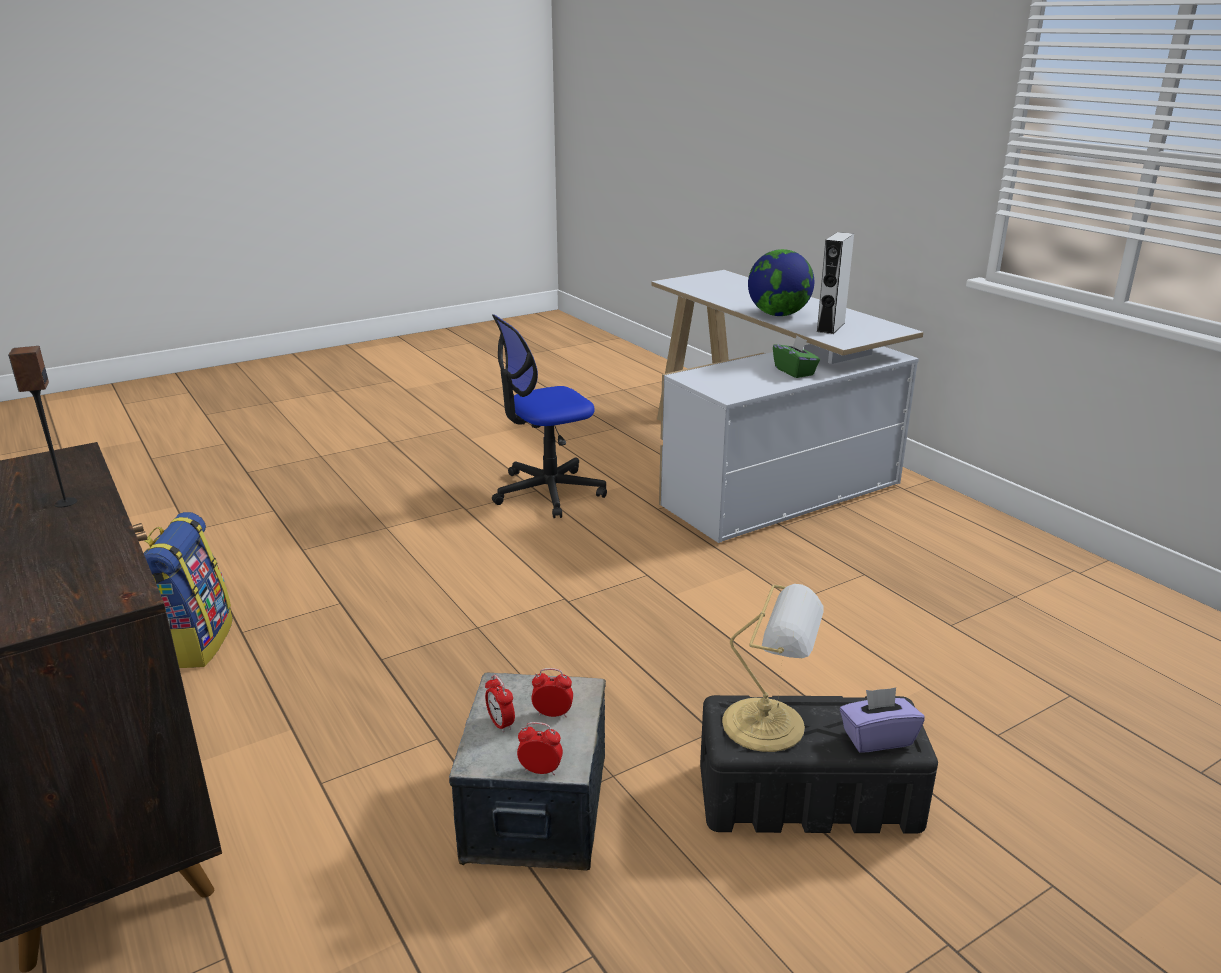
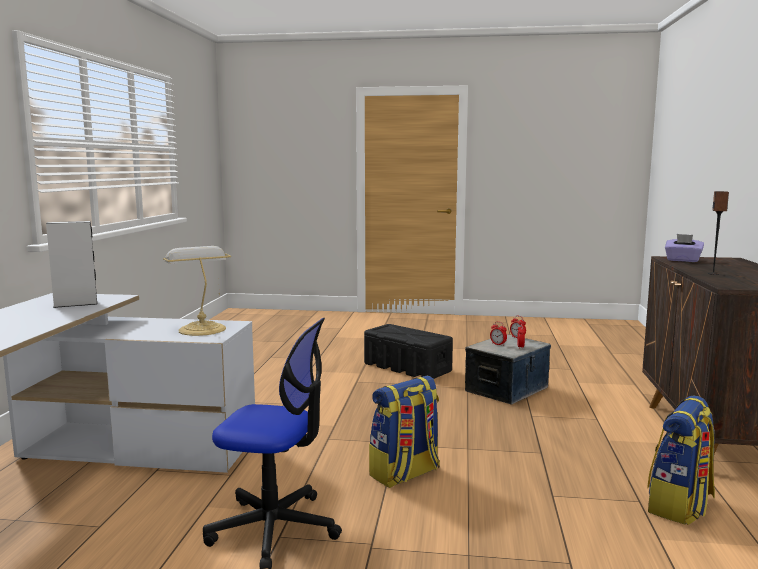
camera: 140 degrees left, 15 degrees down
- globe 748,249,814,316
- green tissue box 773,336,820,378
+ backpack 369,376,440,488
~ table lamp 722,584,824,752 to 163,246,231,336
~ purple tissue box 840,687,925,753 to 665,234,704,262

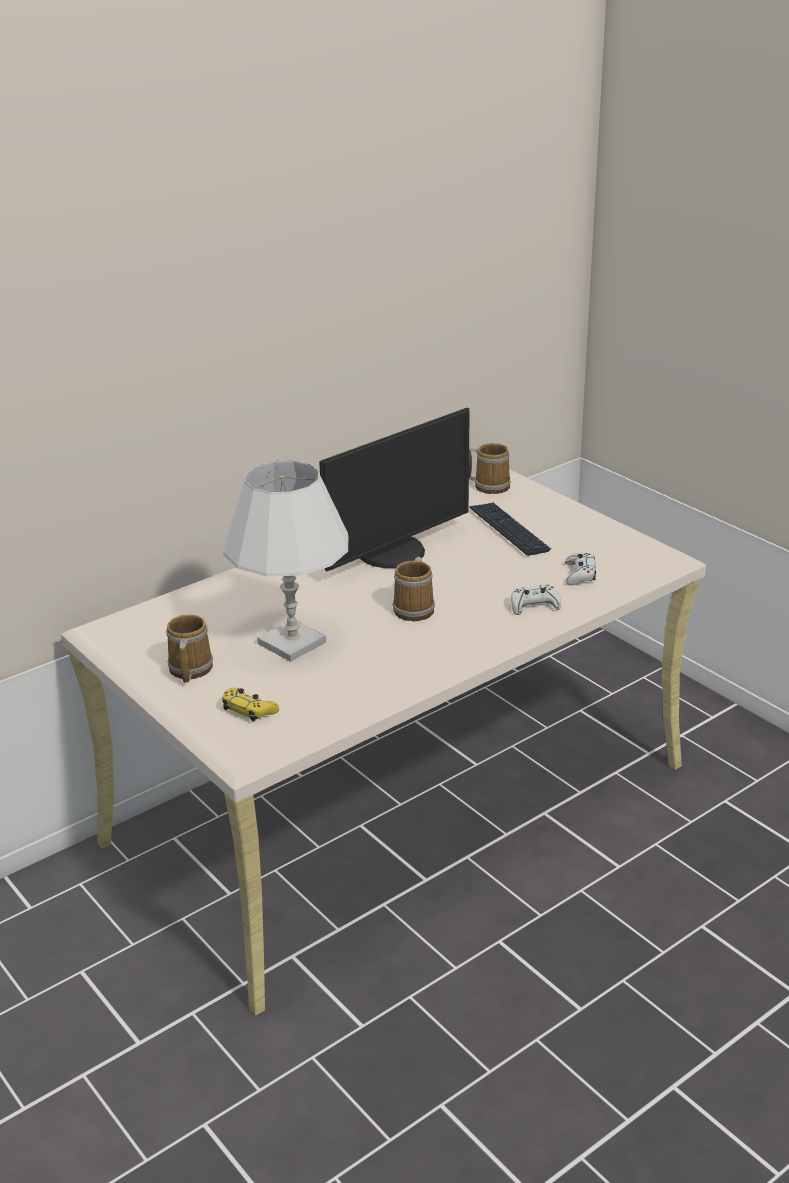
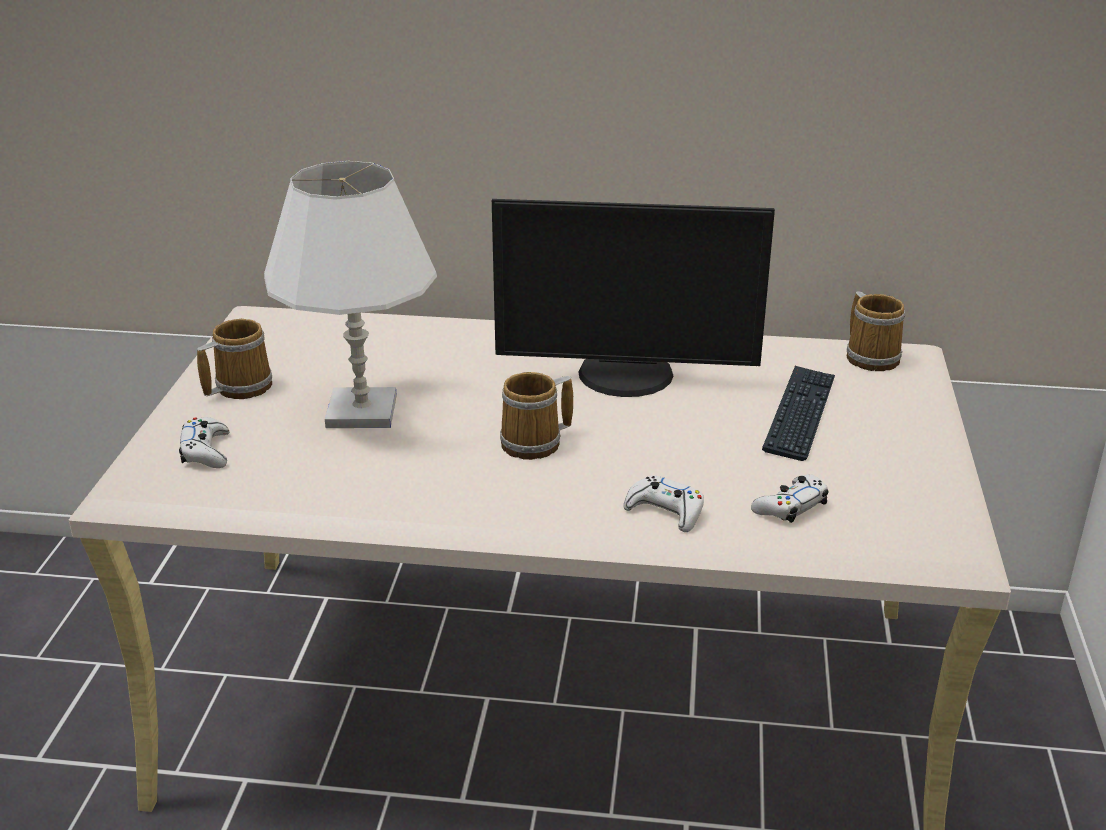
camera: 45 degrees right, 0 degrees up
~ yellow game controller 222,687,279,722 to white game controller 179,417,230,468

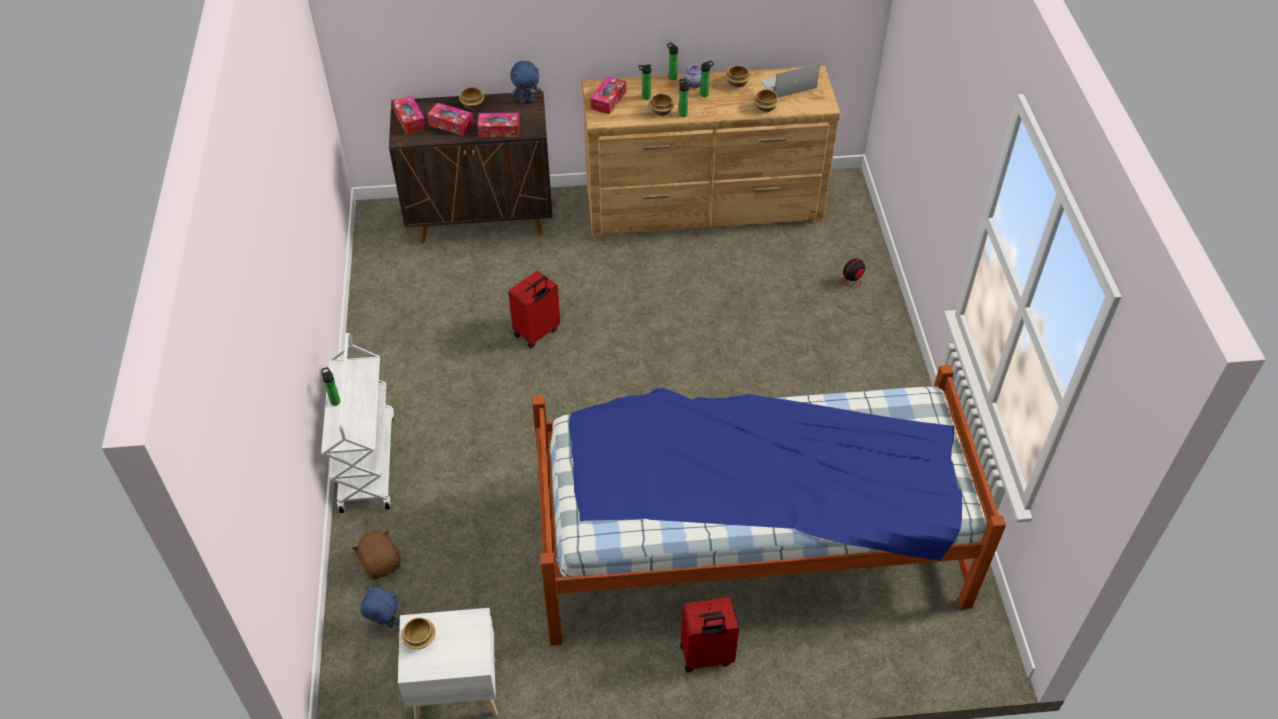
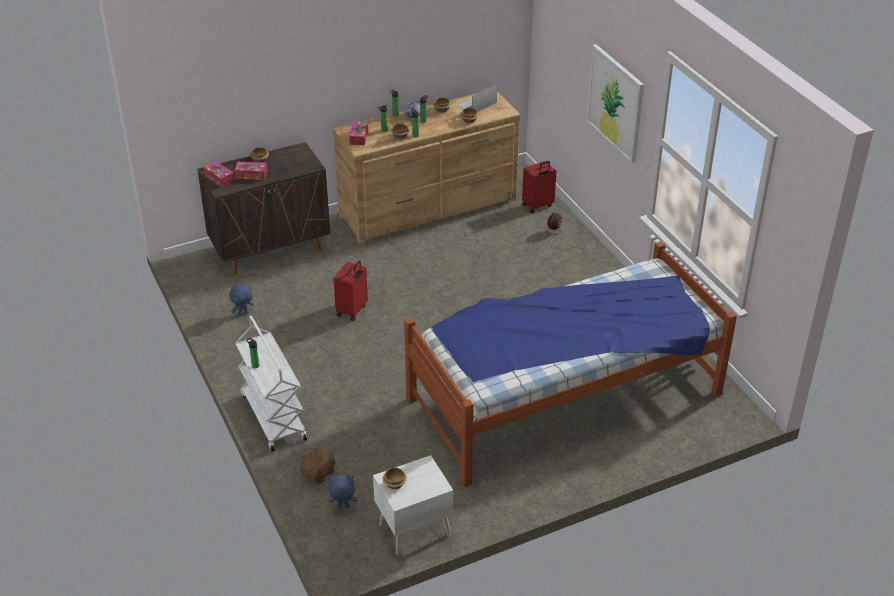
camera: 20 degrees left, 10 degrees down
- tissue box 478,113,520,137
+ picture 586,44,644,163
~ blue plush toy 510,61,542,104 to 229,284,254,316
~ red suitcase 680,597,739,672 to 522,161,557,213
~ brown plush toy 352,530,400,580 = 300,446,336,483 90 degrees clockwise

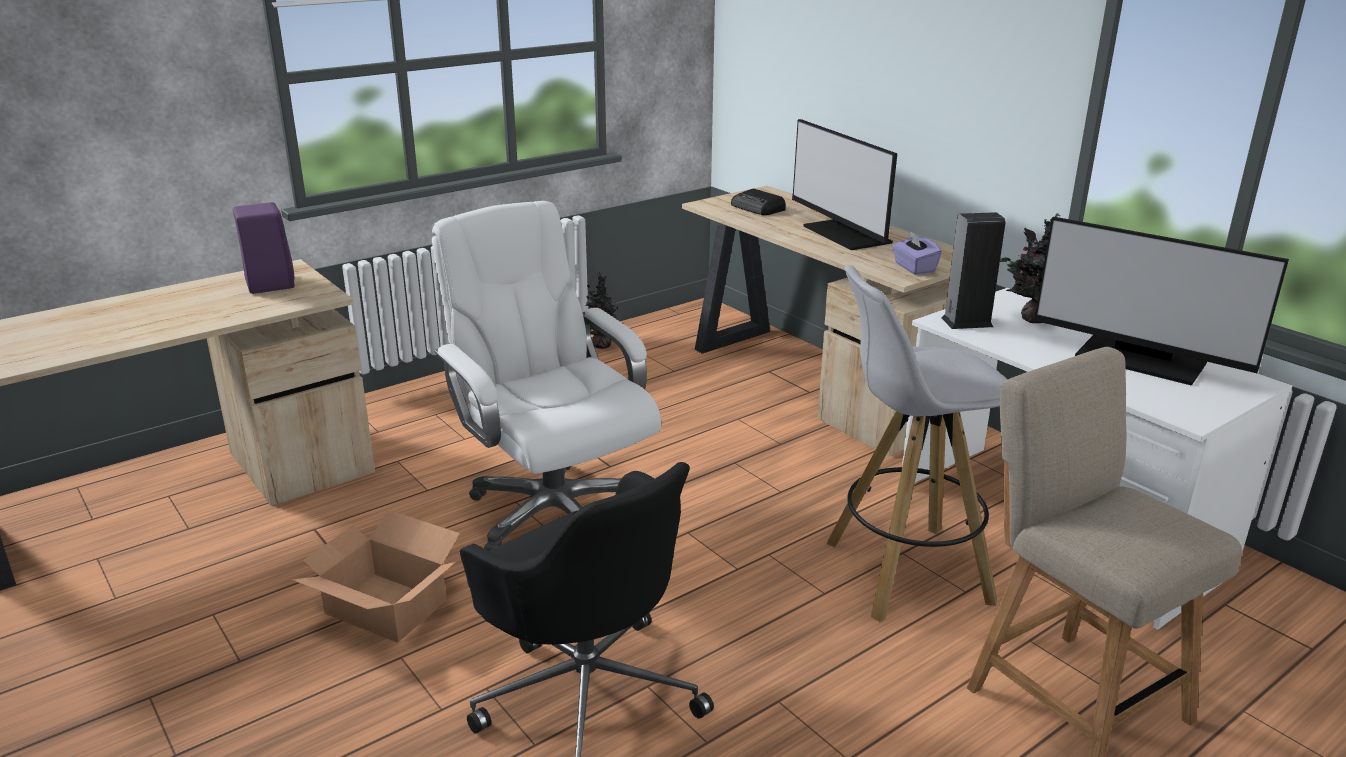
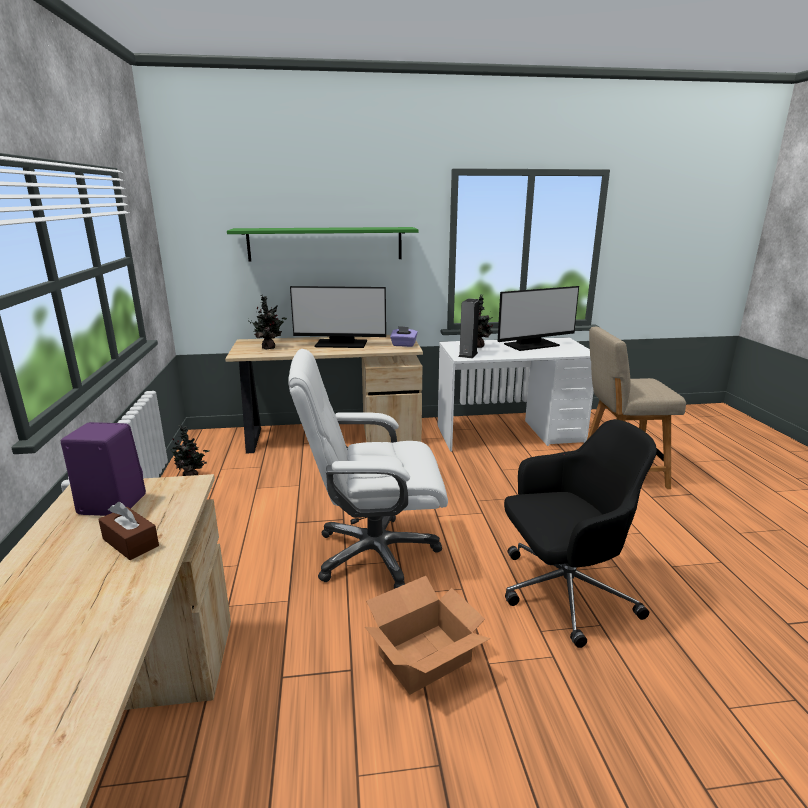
camera: 60 degrees left, 5 degrees down
- white stool 826,265,1007,622
+ brown tissue box 98,502,159,560
+ green shelf 227,227,419,261
~ radio 731,189,786,215 to potted plant 247,295,287,349

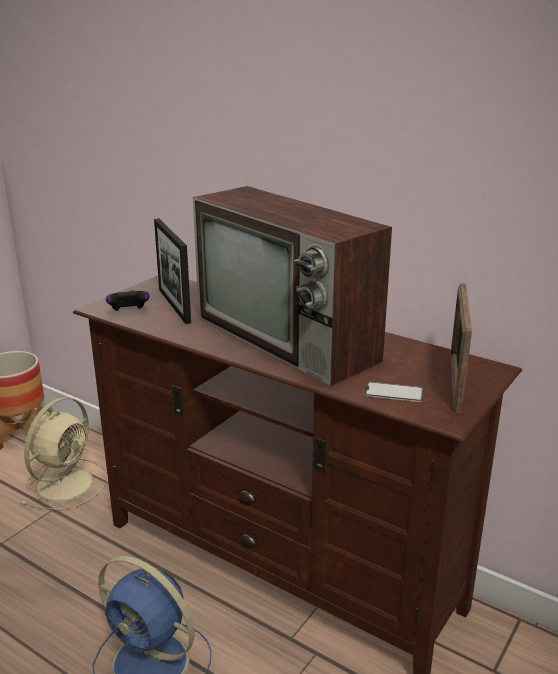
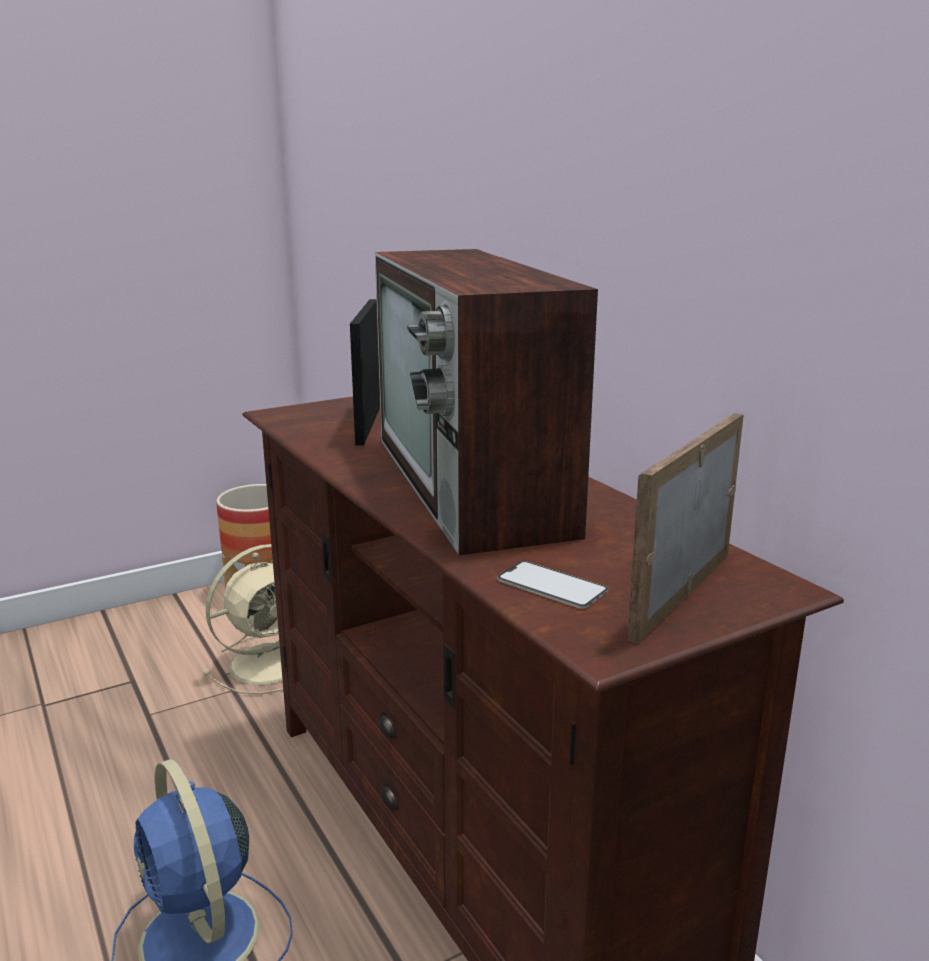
camera: 25 degrees right, 5 degrees down
- game controller 106,290,150,311

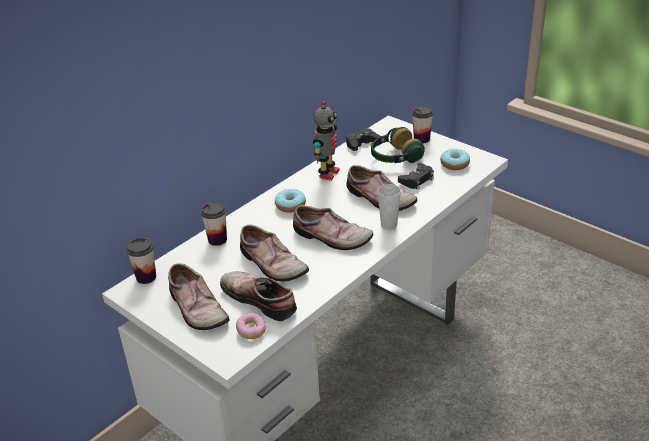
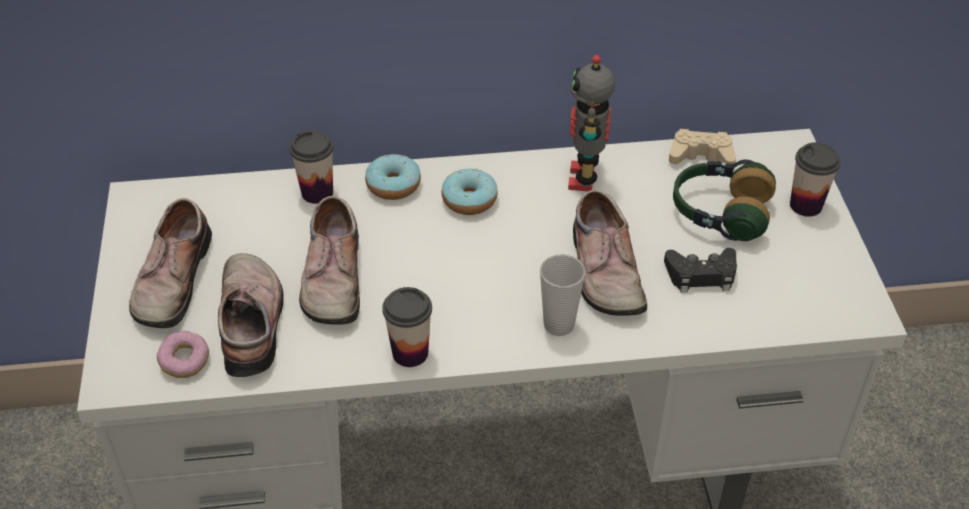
camera: 40 degrees right, 10 degrees up
- shoe 293,205,373,250
~ cup 126,238,156,284 to 382,287,432,367
~ donut 440,148,470,170 to 365,154,421,200
~ black game controller 346,128,380,151 to beige game controller 669,129,736,164
~ toy robot 313,101,340,181 = 568,55,615,191 120 degrees clockwise

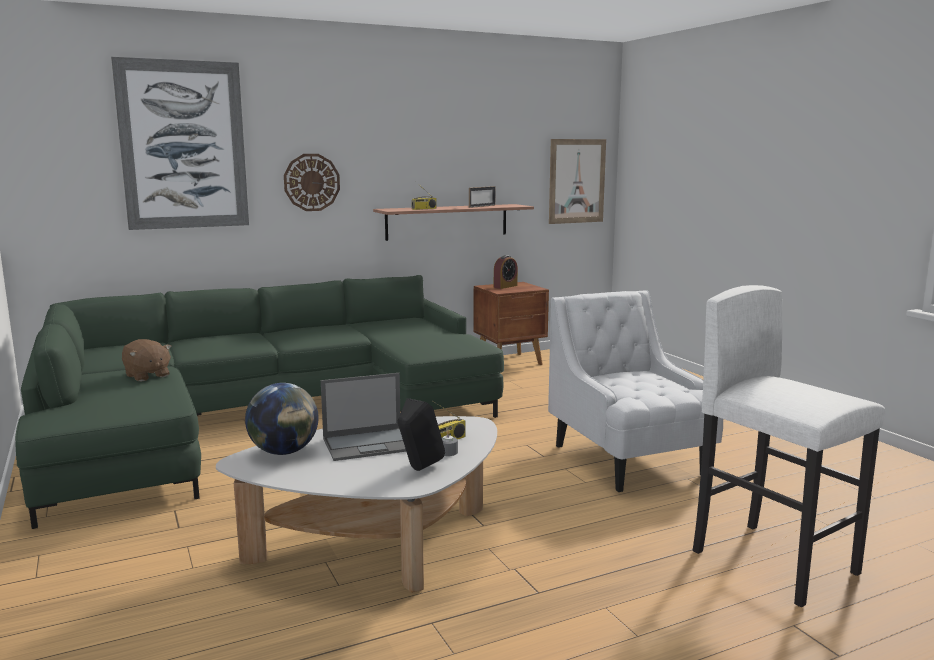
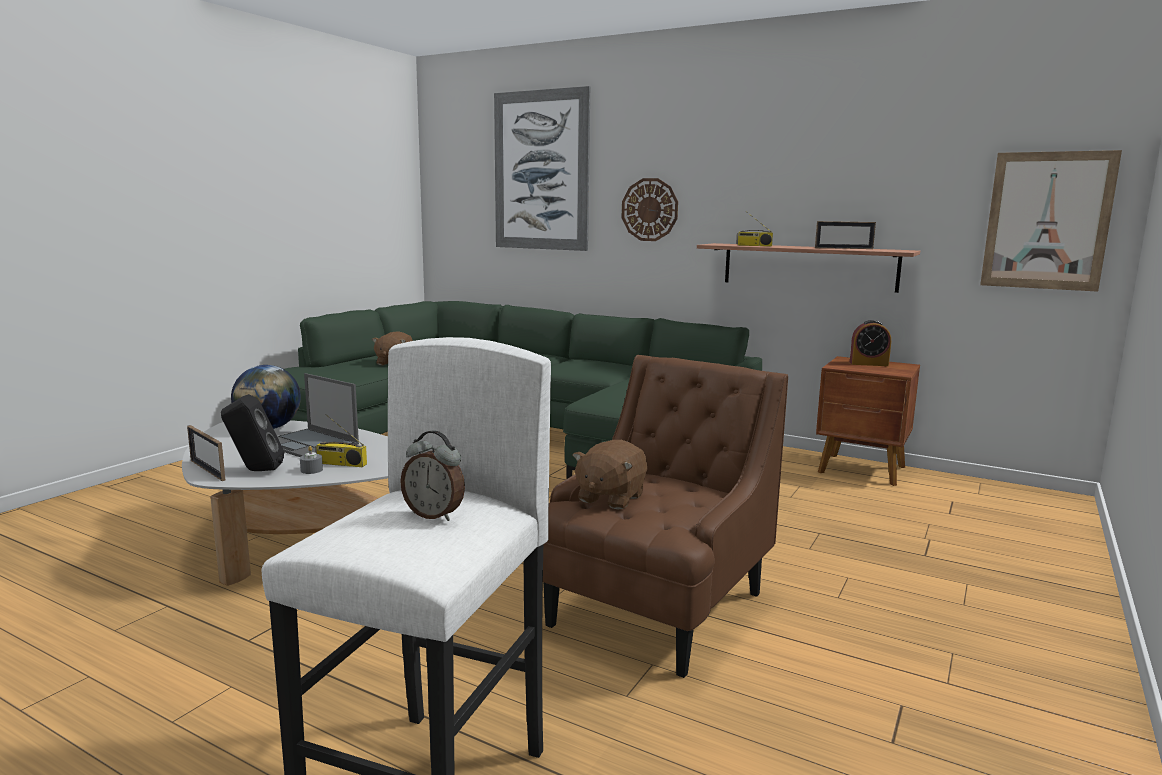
camera: 55 degrees right, 0 degrees up
+ picture frame 187,425,225,481
+ alarm clock 400,430,465,521
+ brown plush toy 573,440,647,510
~ white armchair 548,290,723,492 to brown armchair 543,355,788,678

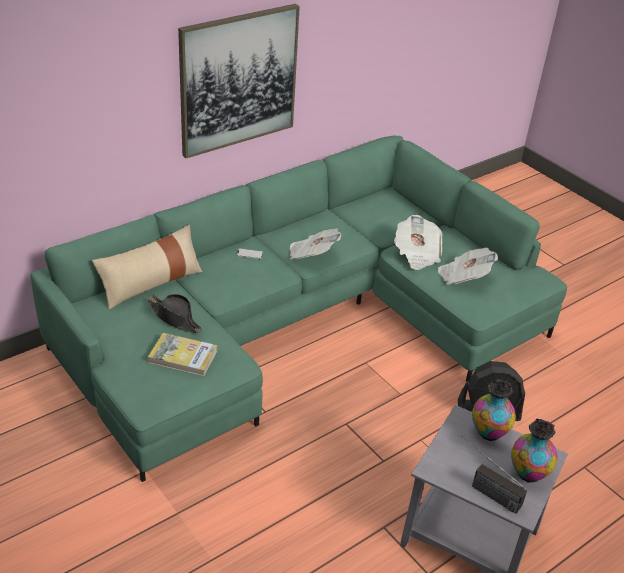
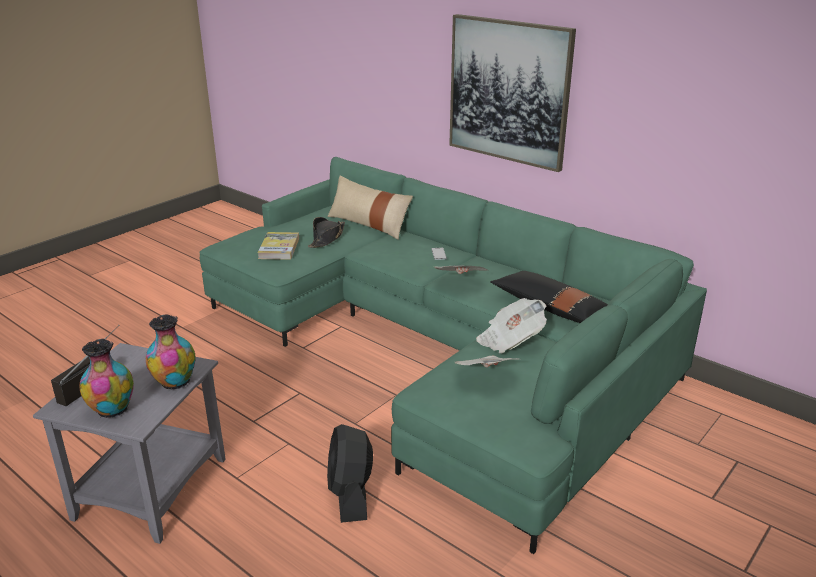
camera: 80 degrees right, 10 degrees down
+ black pillow 490,271,608,323

